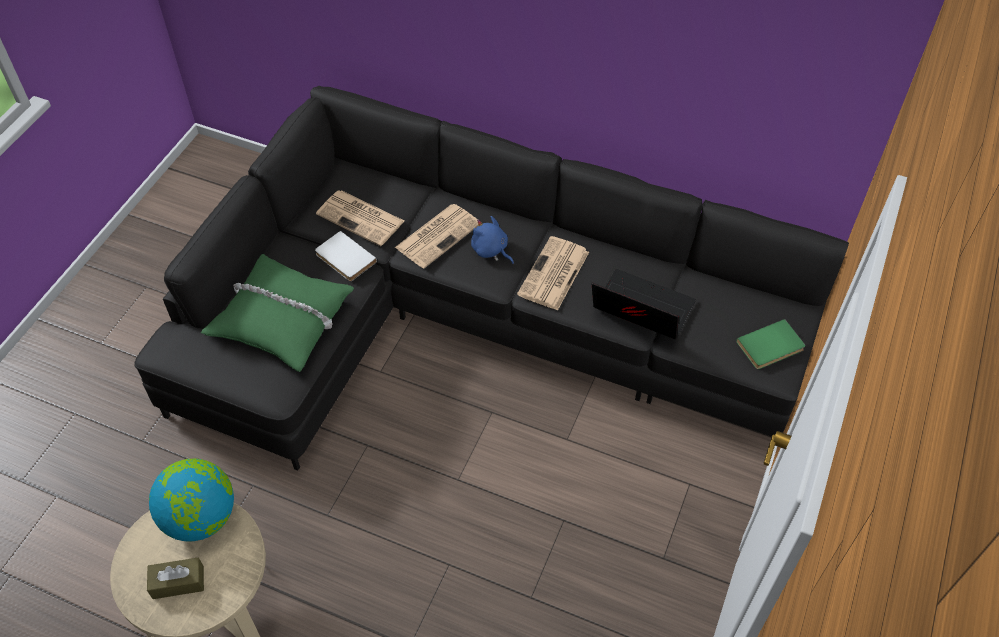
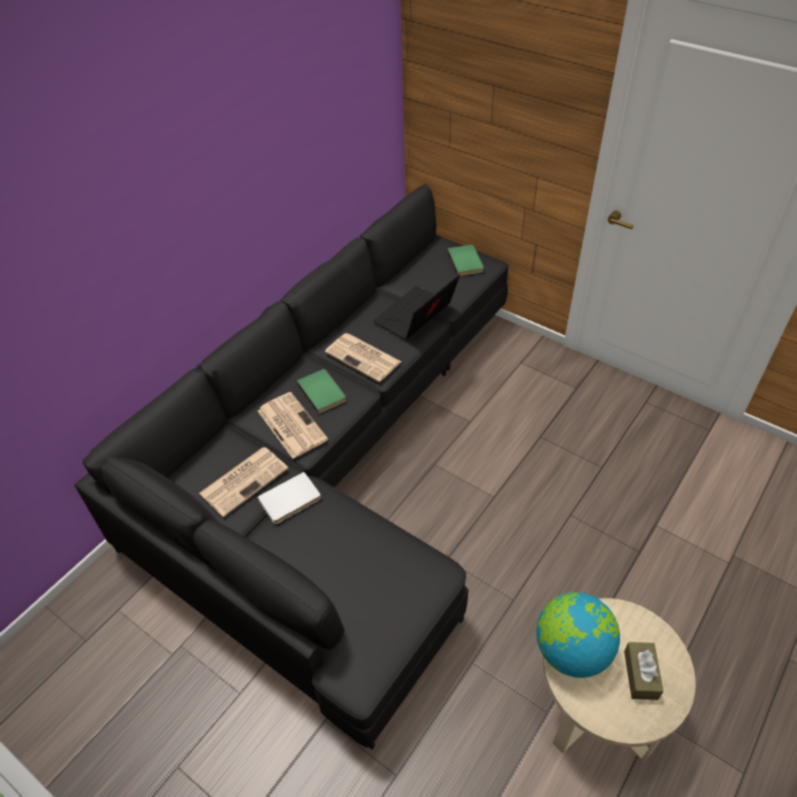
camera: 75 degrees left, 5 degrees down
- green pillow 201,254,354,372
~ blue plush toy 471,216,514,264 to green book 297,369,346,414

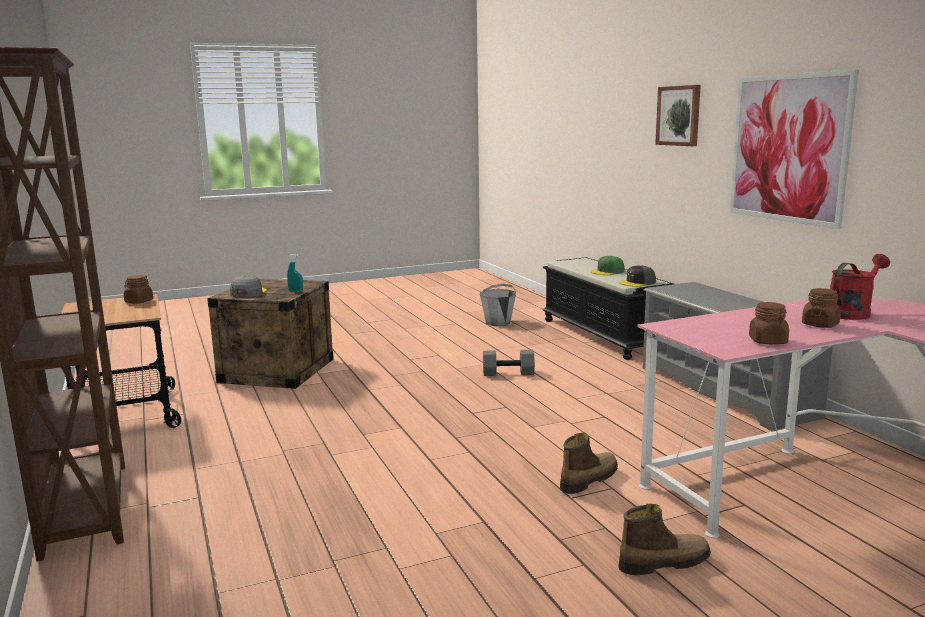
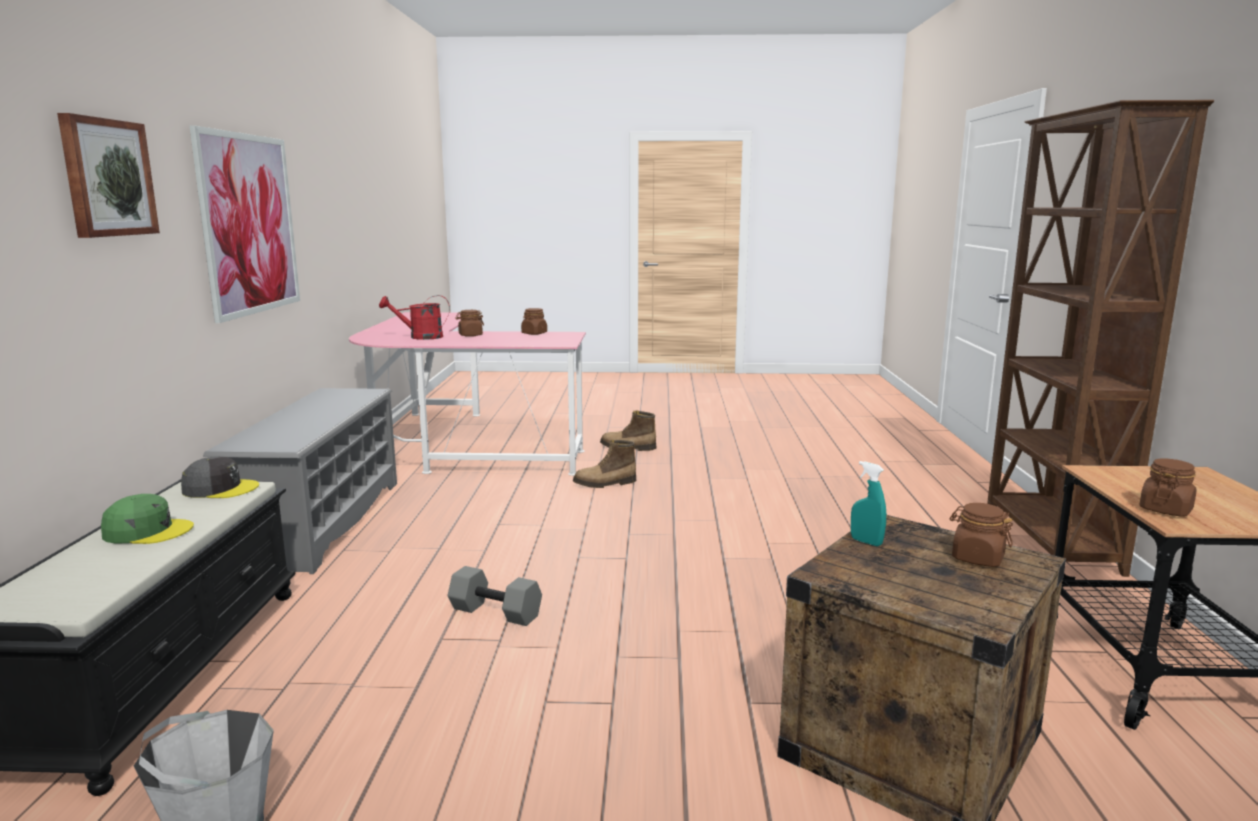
camera: 155 degrees left, 0 degrees up
~ grey cap 230,275,266,297 to brown jar 949,503,1013,567

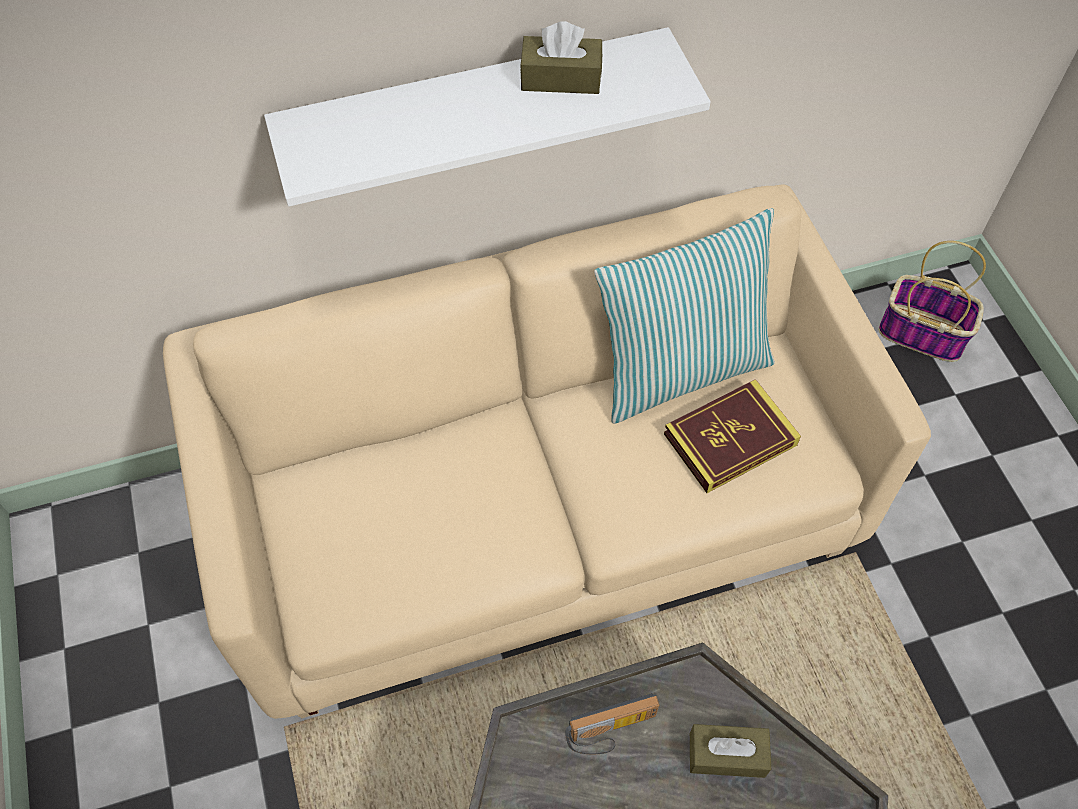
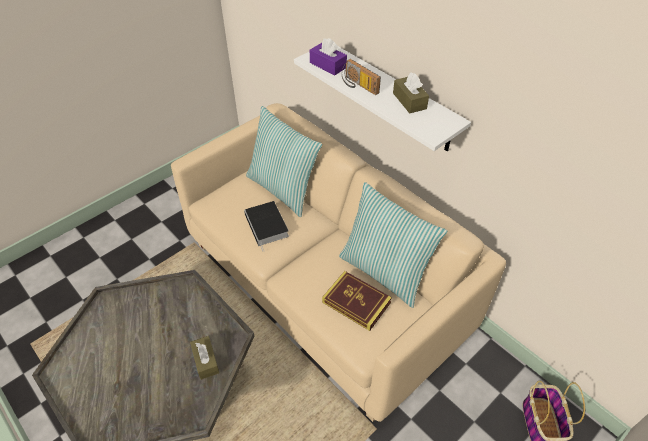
camera: 65 degrees right, 10 degrees down
+ book 244,201,289,252
+ pillow 246,106,322,217
+ purple tissue box 310,38,347,75
~ radio 565,693,660,754 to 342,59,381,95

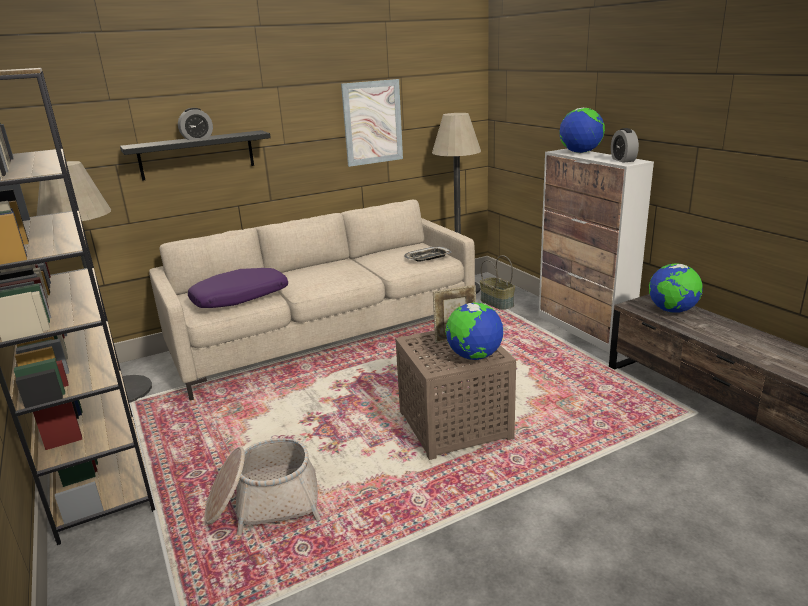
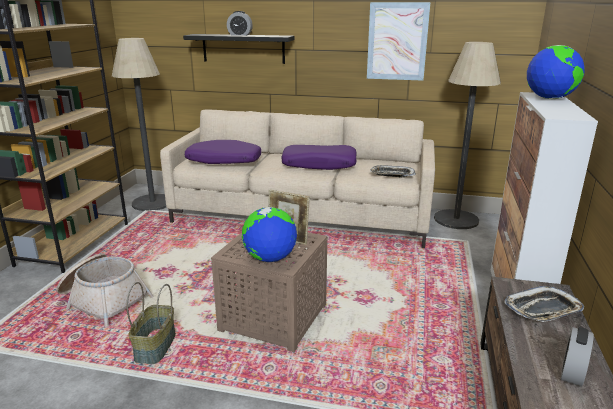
camera: 40 degrees right, 0 degrees up
+ purple pillow 281,145,357,170
~ basket 480,255,515,310 to 126,282,176,364
~ alarm clock 611,128,639,163 to 560,327,594,387
~ globe 649,263,703,313 to tray 504,286,584,322

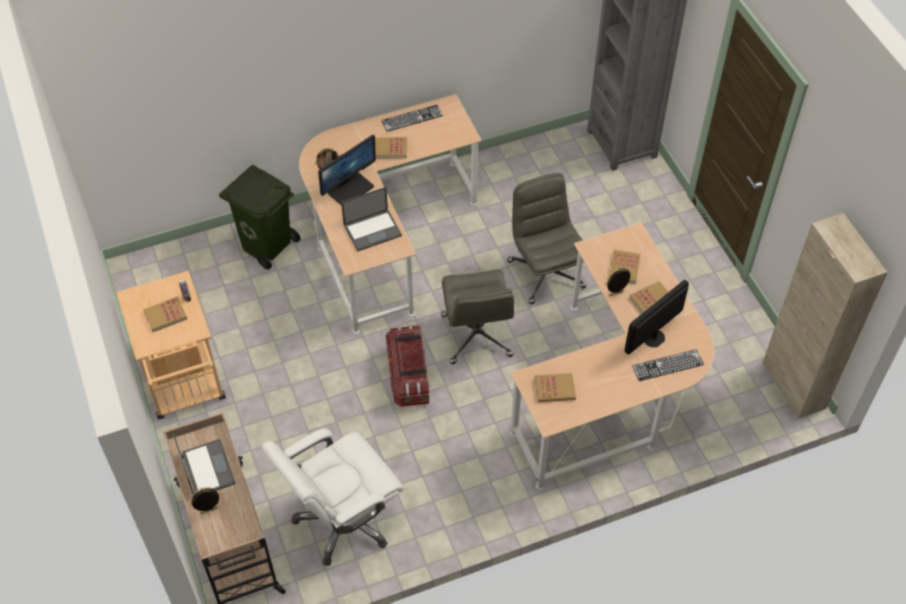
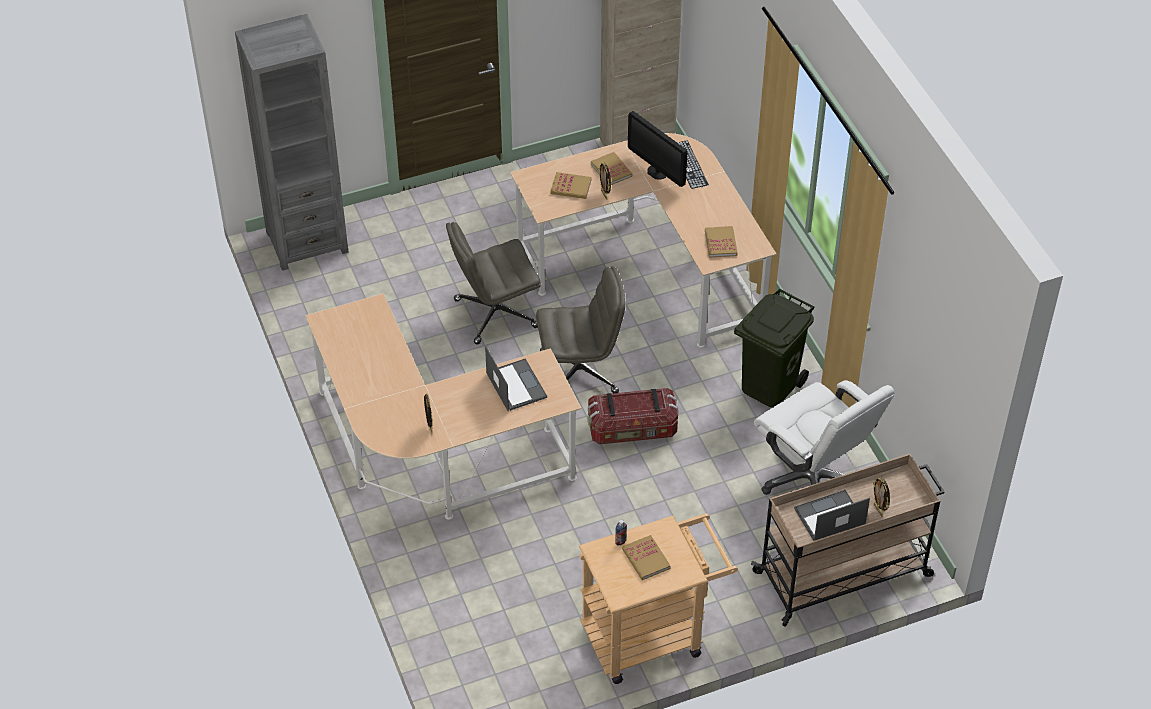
camera: 90 degrees left, 5 degrees down
- monitor 318,135,376,205
- book 375,137,407,159
- keyboard 381,105,443,132
~ green trash can 219,165,301,270 to 734,289,815,407

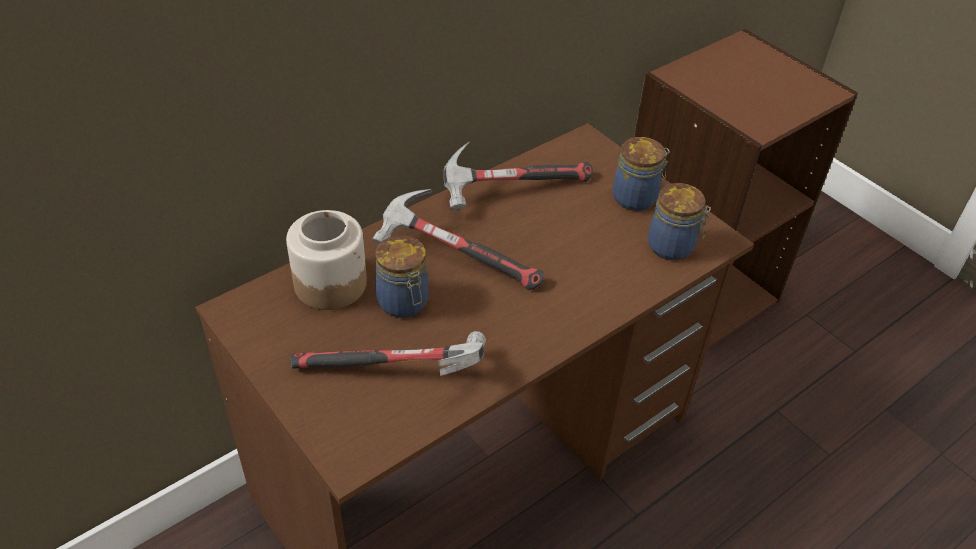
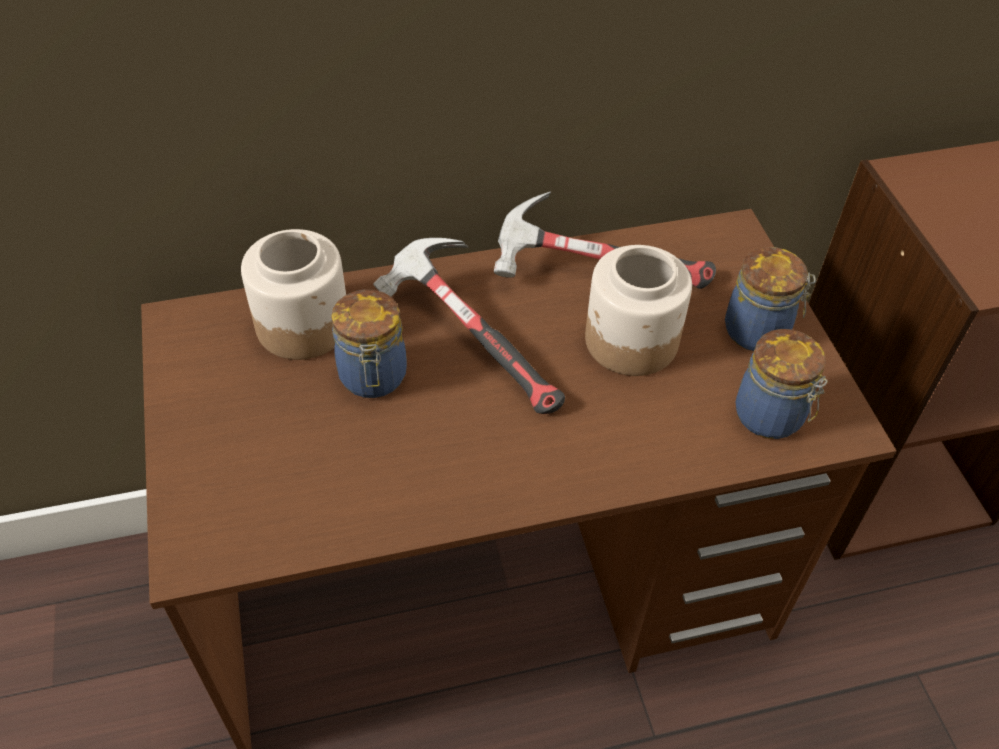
camera: 25 degrees right, 5 degrees up
- hammer 290,331,486,376
+ jar 585,245,692,376

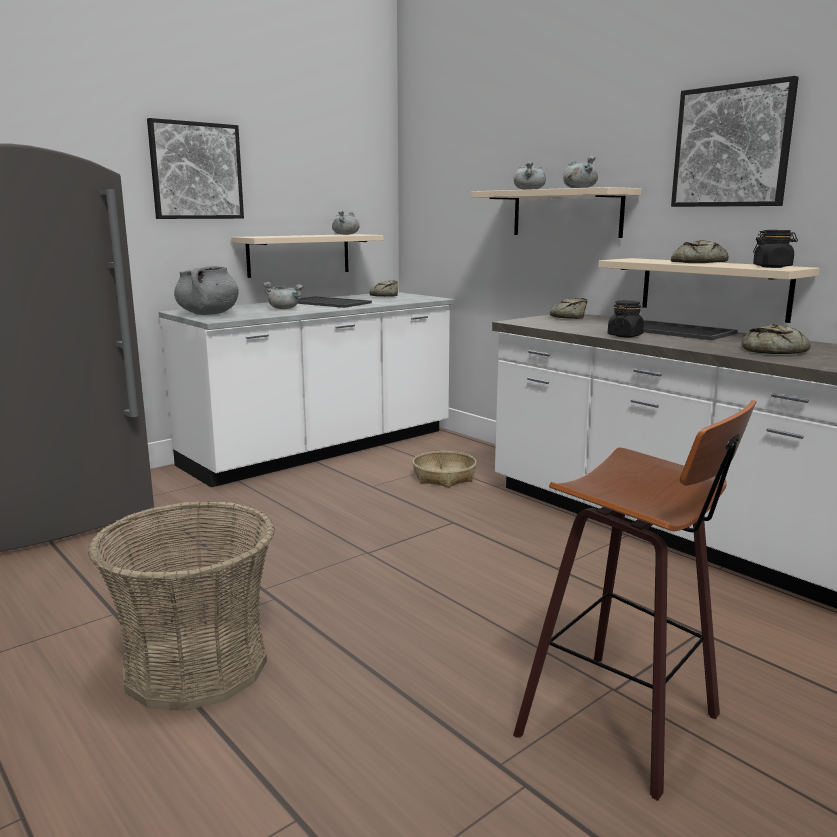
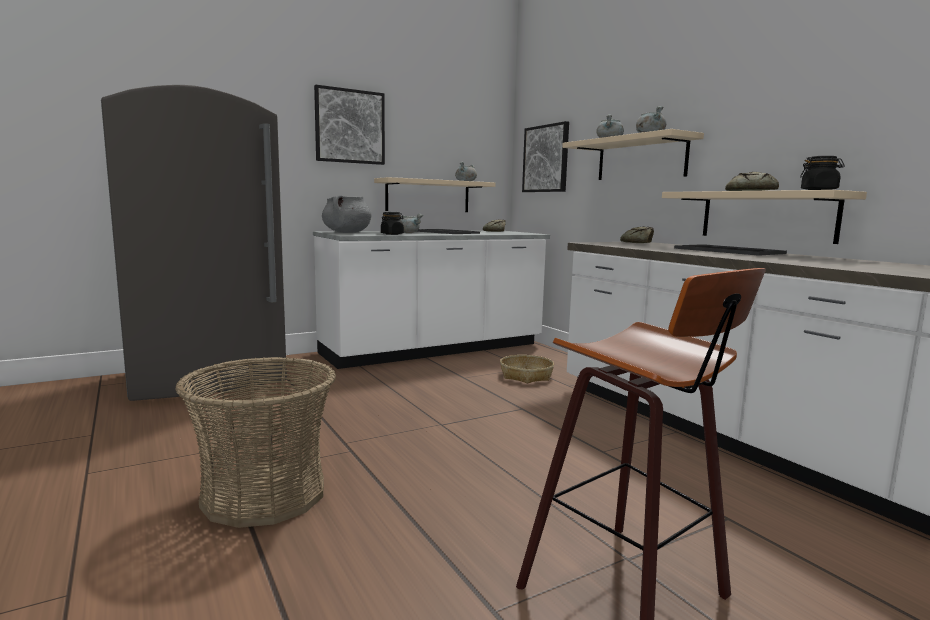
camera: 10 degrees right, 5 degrees down
- bread 741,324,811,354
~ black jar 608,300,644,337 to 381,212,404,235
~ picture 671,76,799,207 to 522,121,569,192

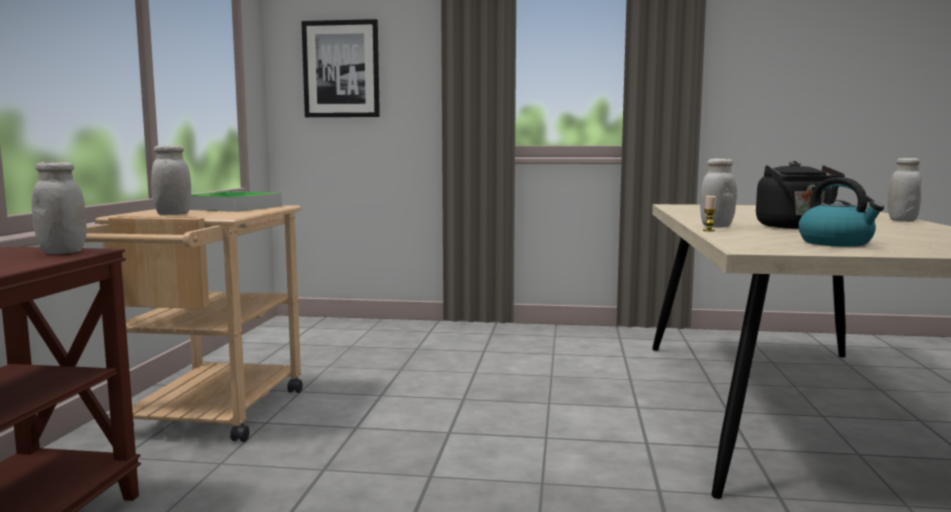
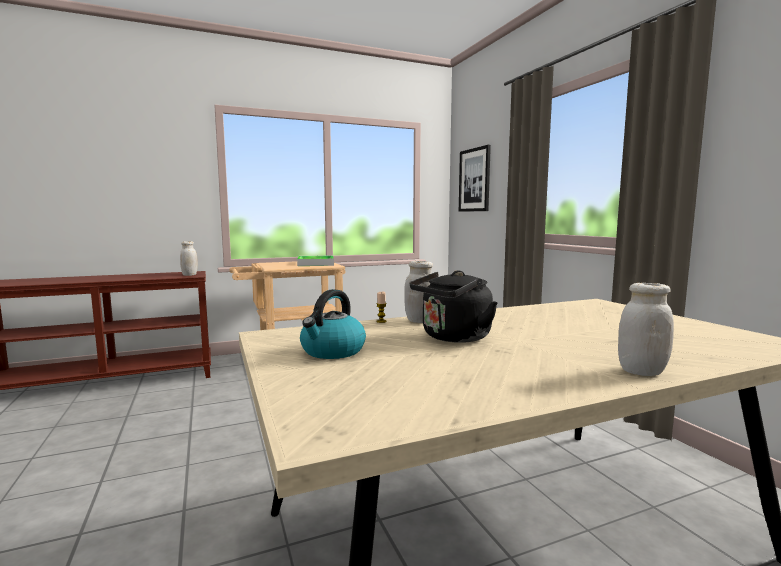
camera: 60 degrees right, 0 degrees up
- white jar 151,145,191,215

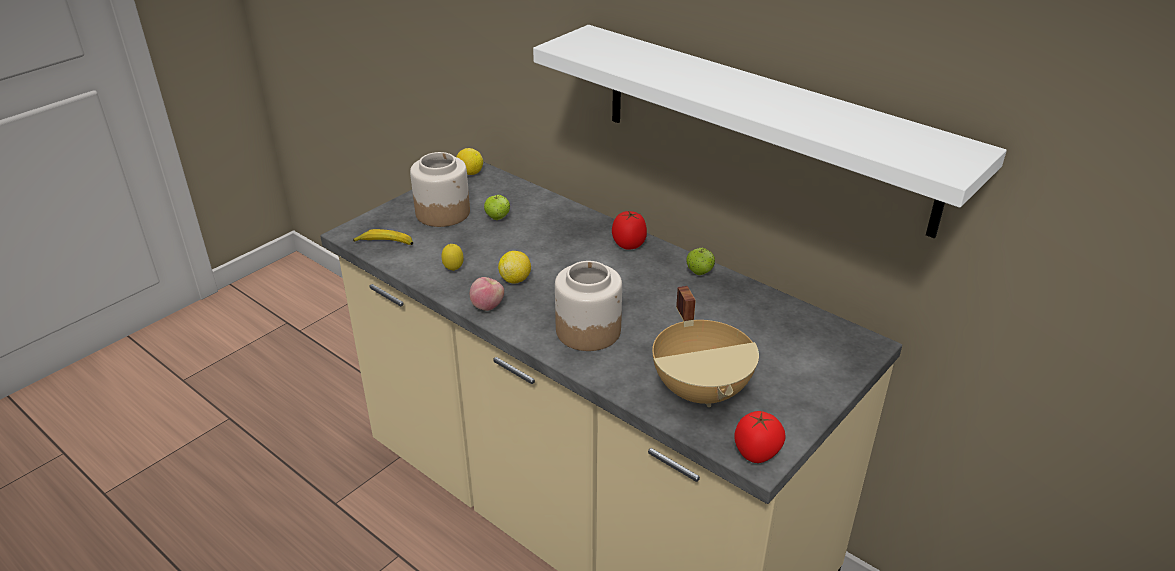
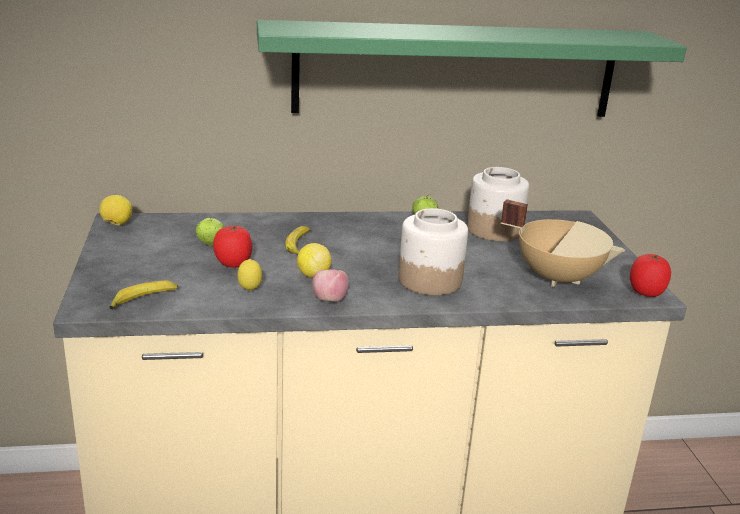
camera: 50 degrees left, 10 degrees down
+ banana 285,226,311,255
~ jar 410,152,470,227 to 467,167,529,241
~ tomato 612,211,647,250 to 213,225,252,268
~ white shelf 533,25,1007,238 to green shelf 257,20,687,117

